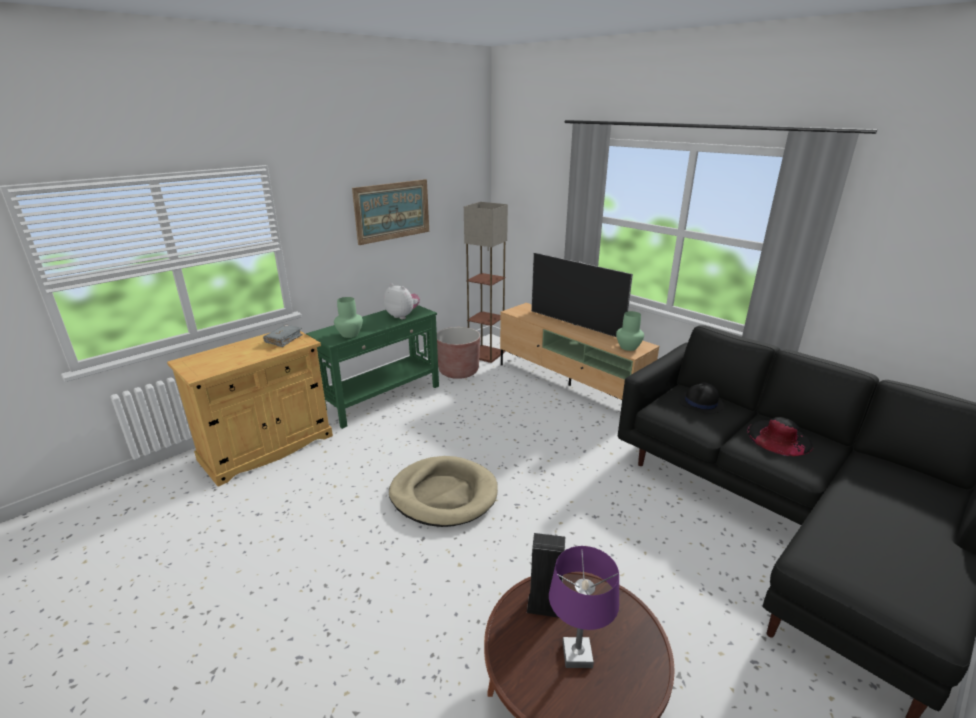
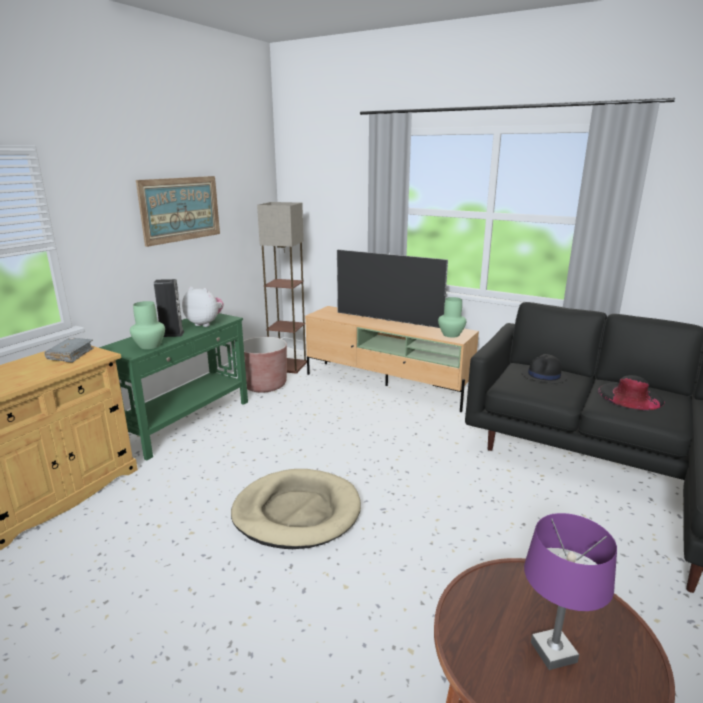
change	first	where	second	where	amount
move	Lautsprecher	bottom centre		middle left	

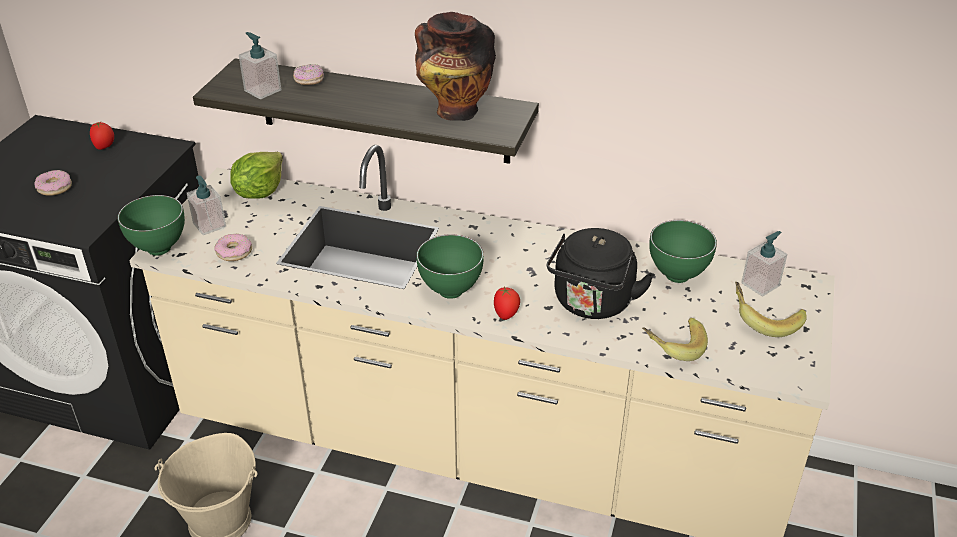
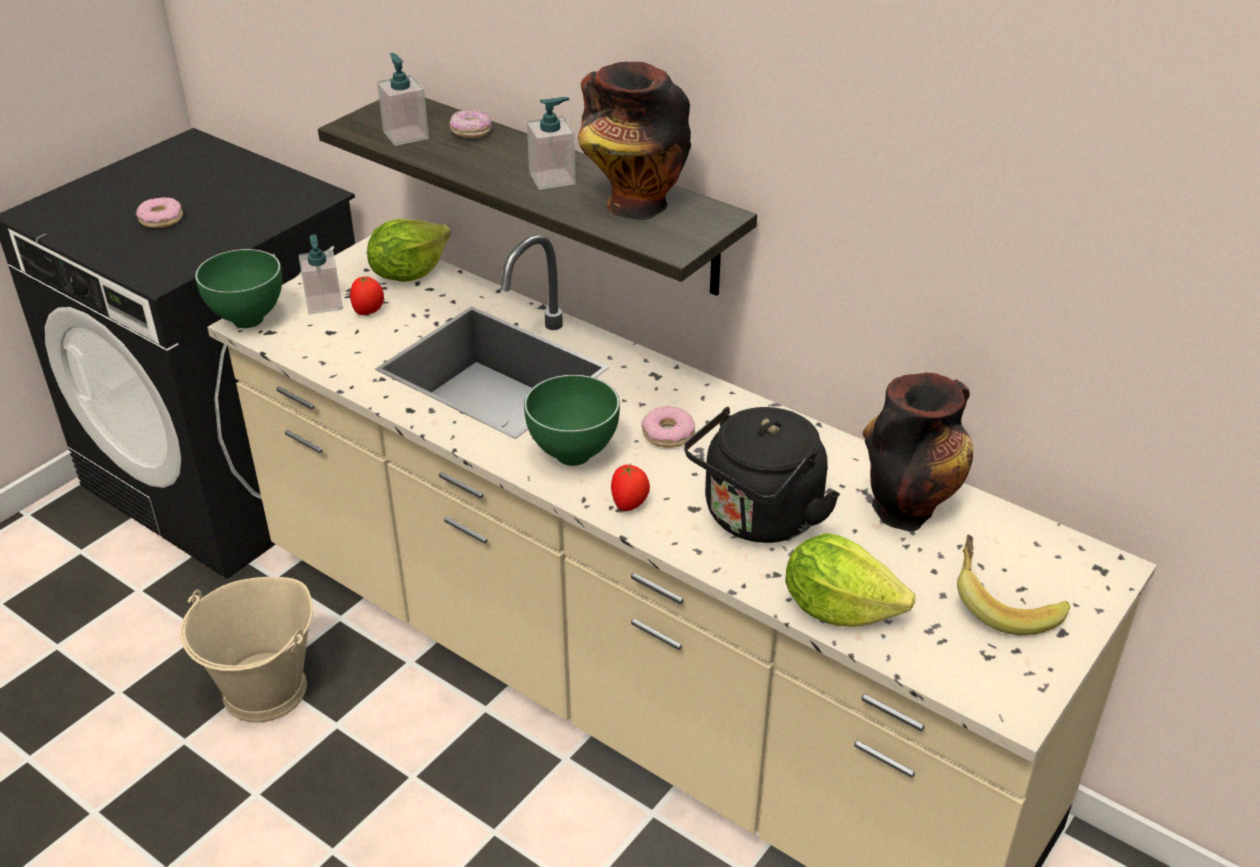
change	first	where	second	where	amount
move	Tomate (1st from left)	top left		middle left	
move	Donut (2nd from left in the first image)	middle left	Donut (3rd from left)	centre	
replace	Banane (1st from left)	middle right	Salatkopf (2nd from left)	bottom right	
replace	Schüssel/grün (3rd from left)	middle right	Vase (2nd from left)	middle right	
move	Seifenspender (3rd from left)	middle right		top centre	

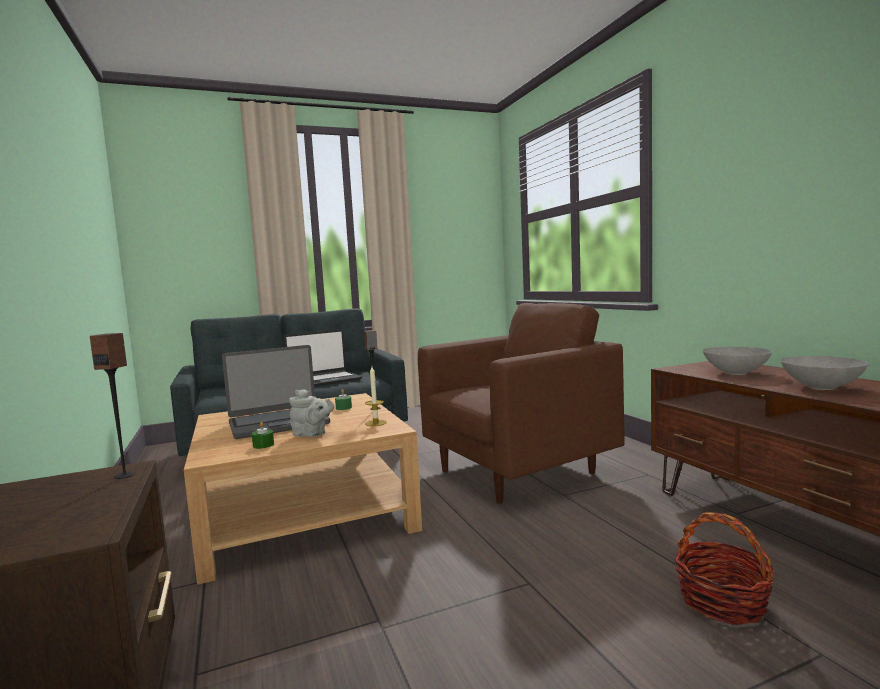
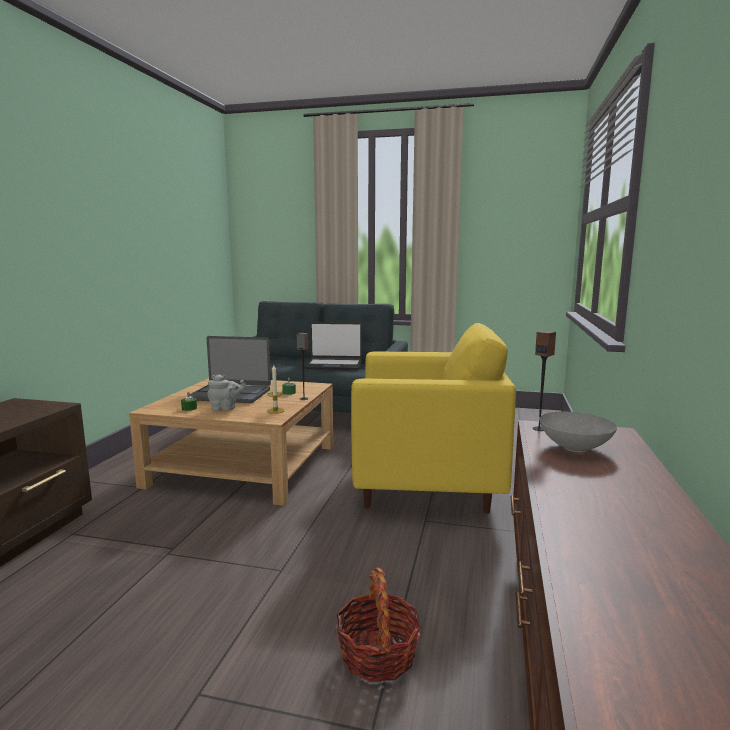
change	first	where	second	where	amount
move	Lautsprecher (1st from left in the first image)	middle left	Lautsprecher (2nd from left)	middle right	
rotate	Teekanne/grau	centre		middle left	60 degrees counterclockwise
recolor	Sessel/braun	centre	Sessel/gelb	centre	
delete	Schüssel/grau (2nd from left)	middle right			

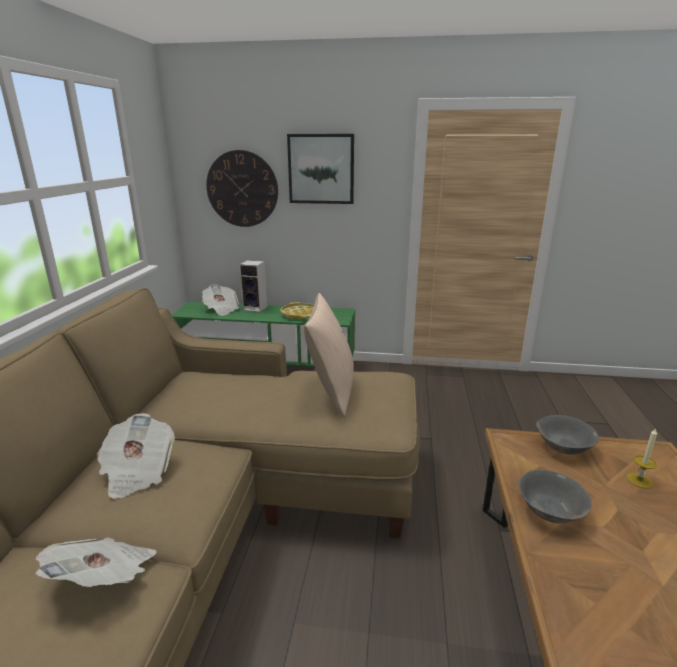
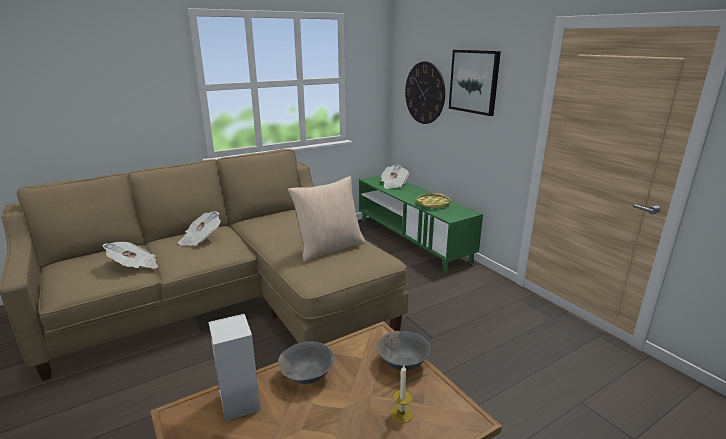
change	first	where	second	where	amount
move	Lautsprecher	centre		bottom left	

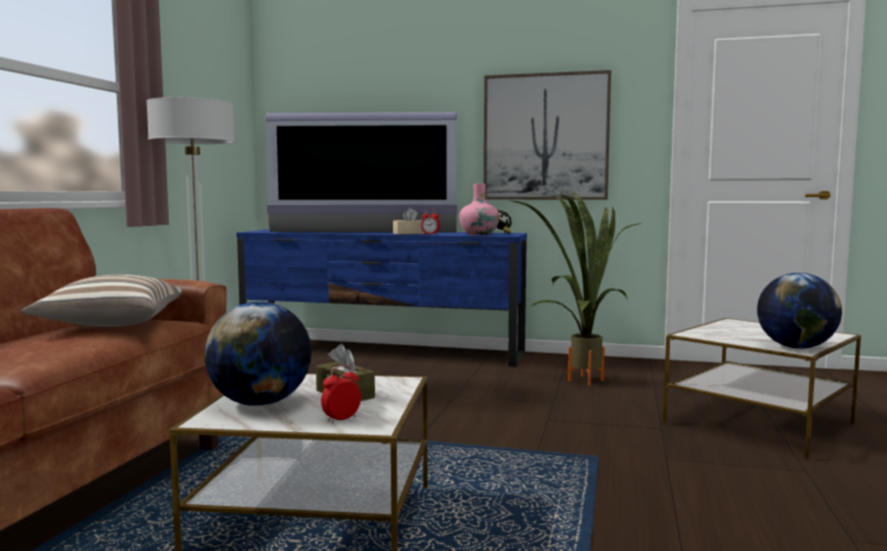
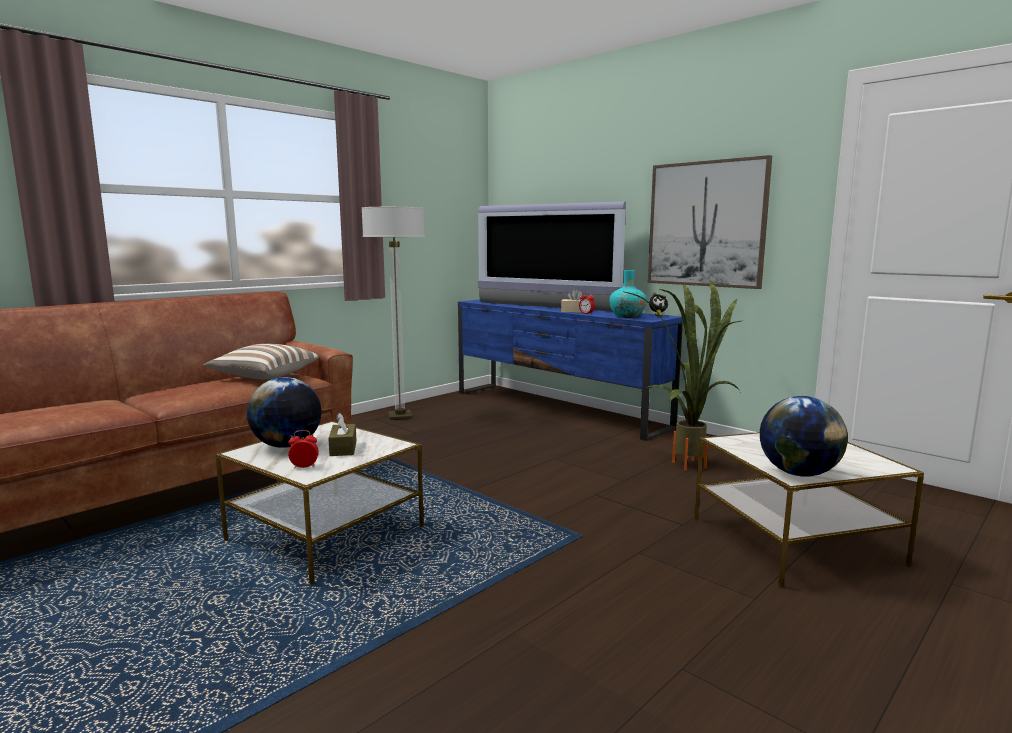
change	first	where	second	where	amount
recolor	Vase/rosa	centre	Vase/türkis	centre	

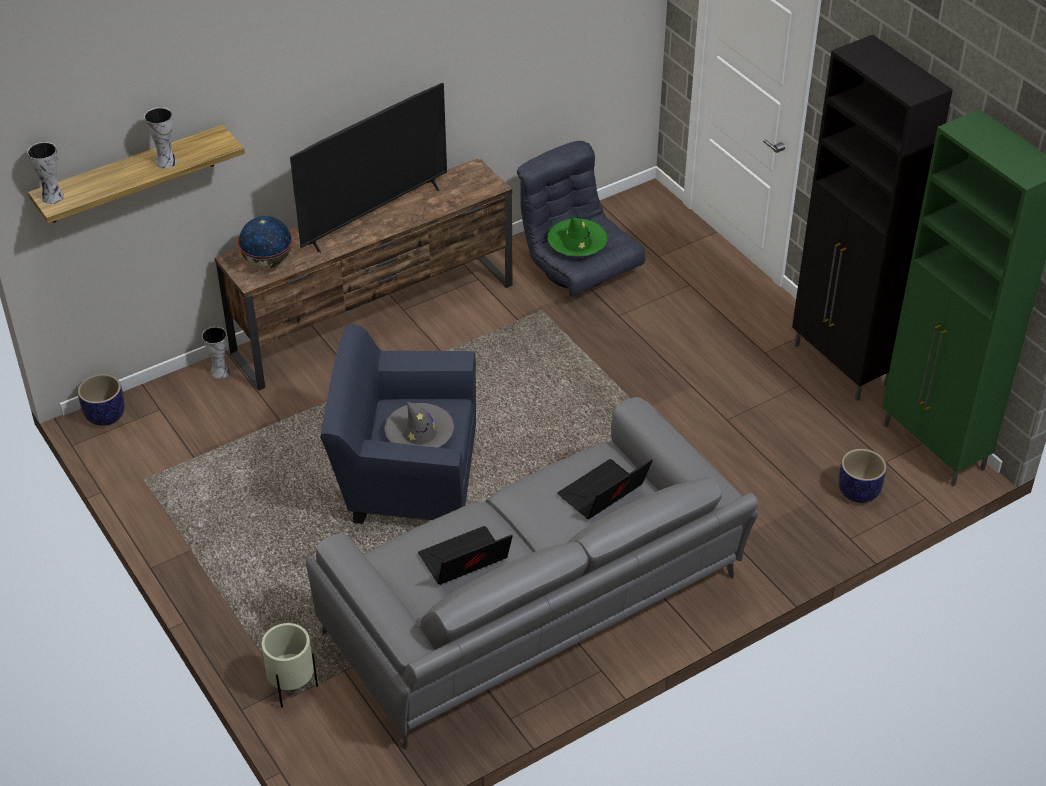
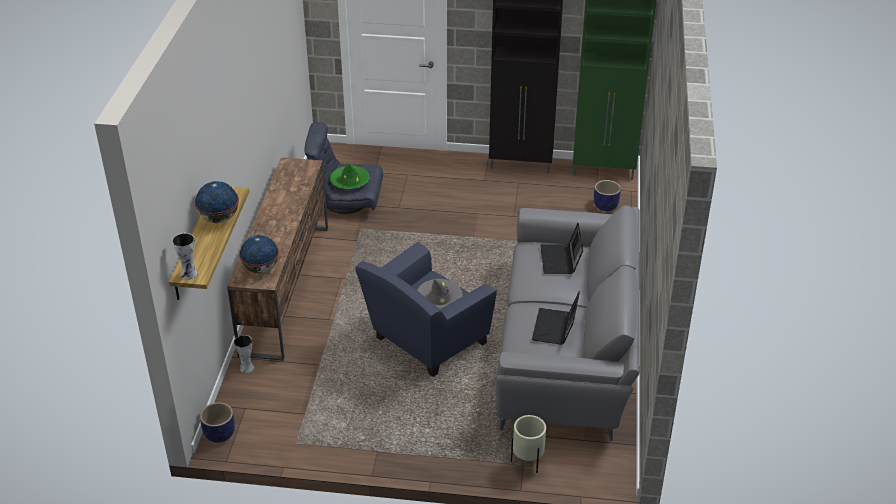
change	first	where	second	where	amount
replace	Vase (2nd from left)	top left	Globus (1st from left)	middle left	
delete	Fernseher	top centre			

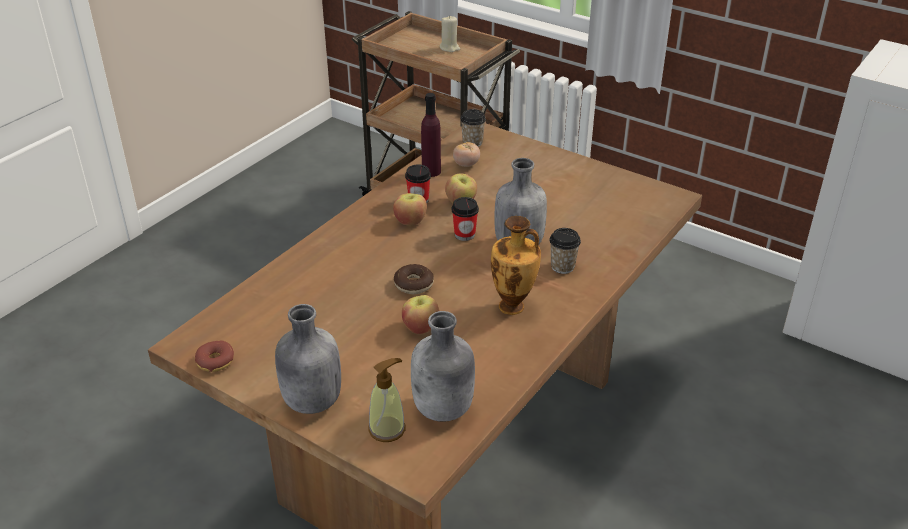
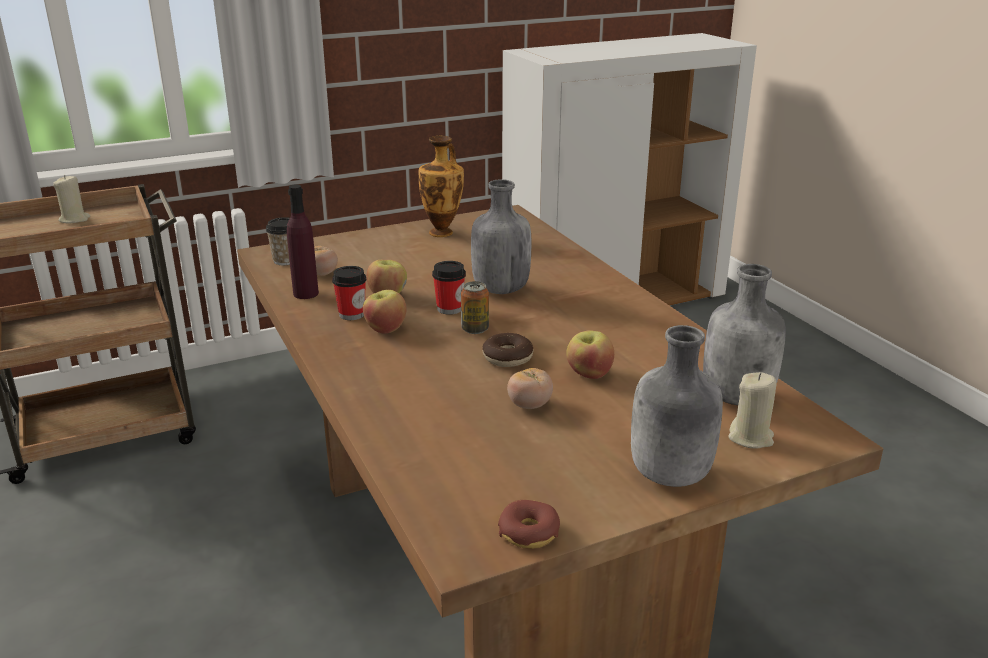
change	first	where	second	where	amount
replace	Seifenspender	bottom centre	Kerze/beige (2nd from left)	middle right	
move	Vase	centre		top centre	
delete	Tasse (4th from left)	centre			
insert			Dose	centre	
insert			Tomate (2nd from left)	centre	

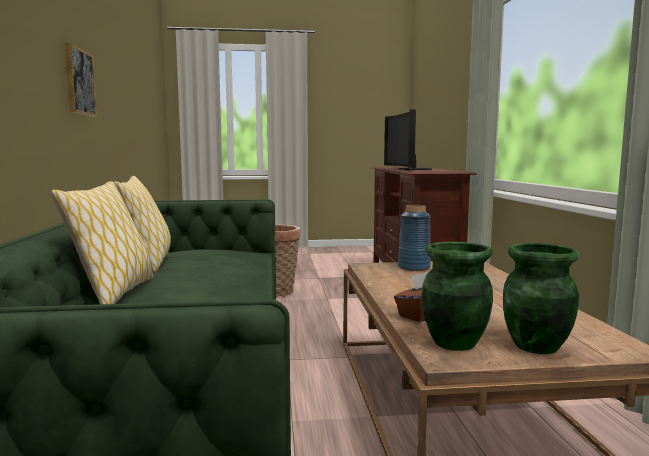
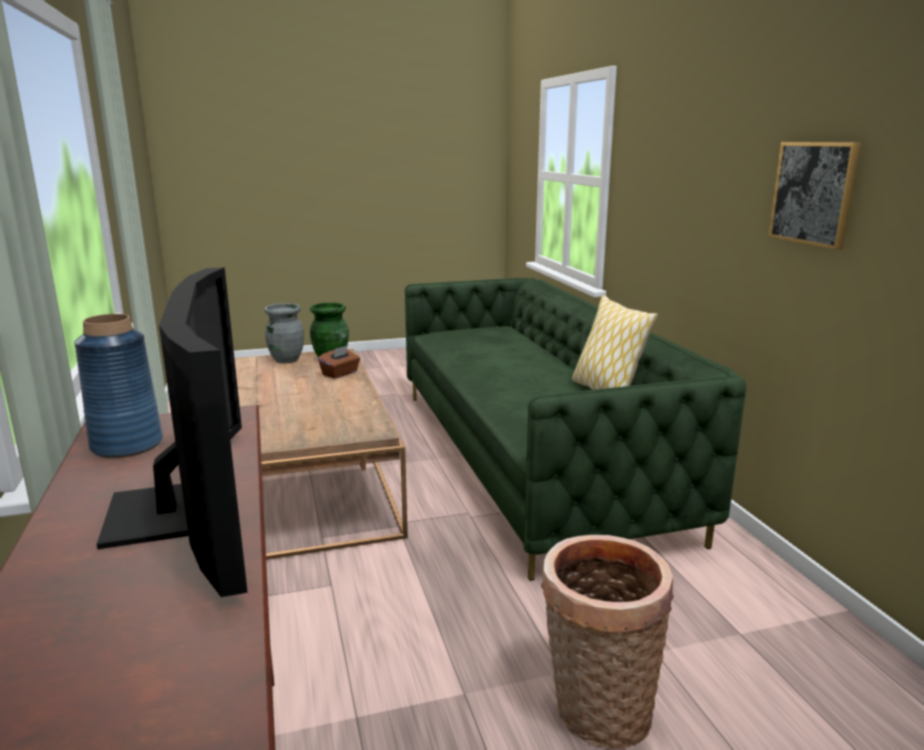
change	first	where	second	where	amount
delete	Kissen (1st from left)	middle left			
move	Vase/blau	centre		middle left	
recolor	Vase/grün (2nd from left)	middle right	Vase/grau	middle left	

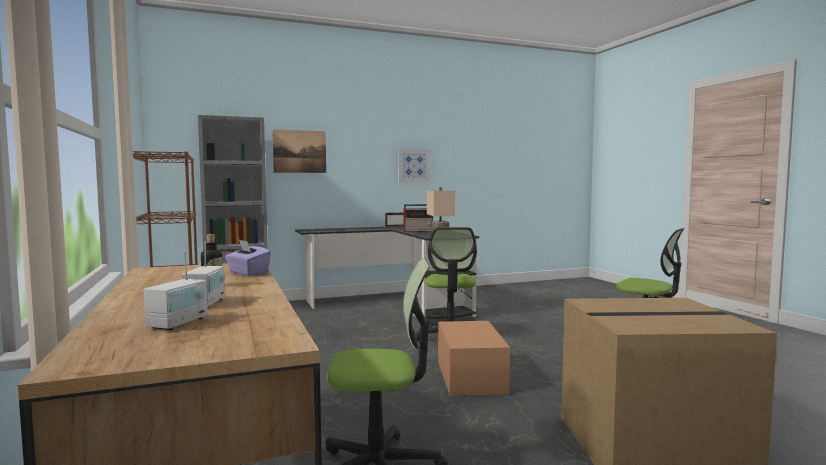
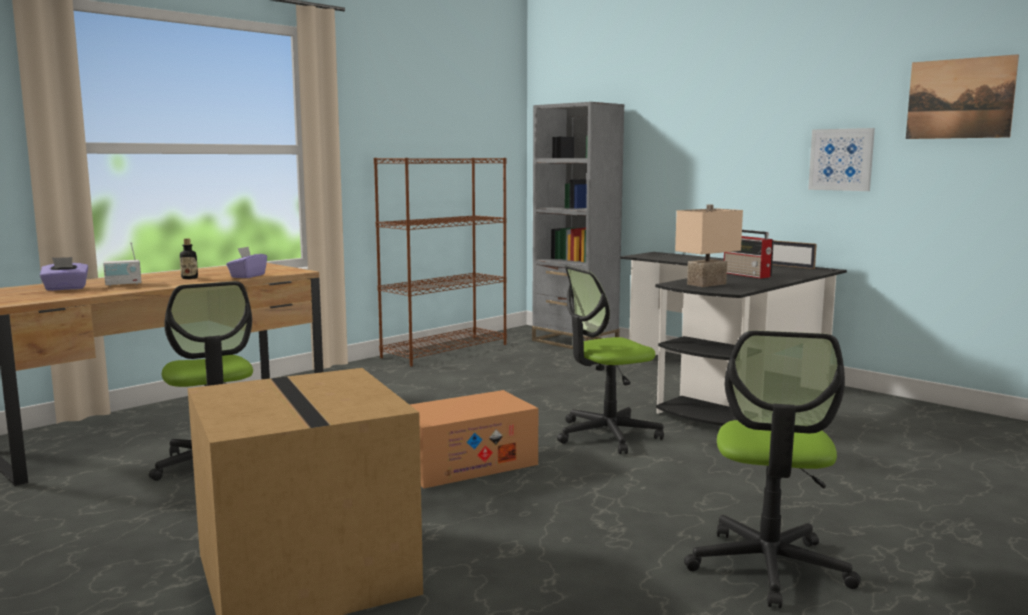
change	first	where	second	where	amount
replace	Radio (1st from left)	middle left	Taschentuchbox/lila (1st from left)	middle left	
move	Bild (1st from left in the first image)	top centre	Bild (2nd from left)	top right	

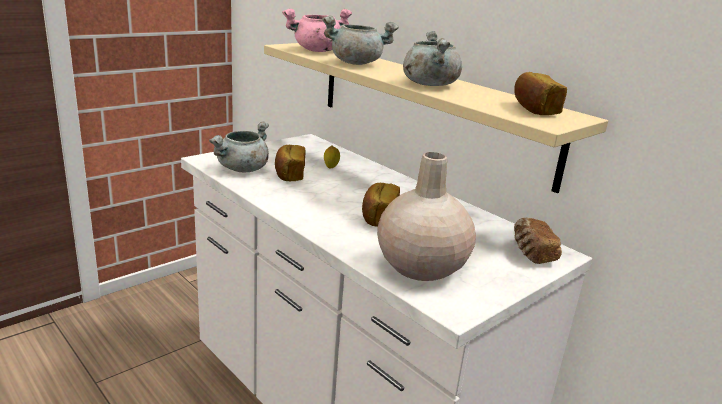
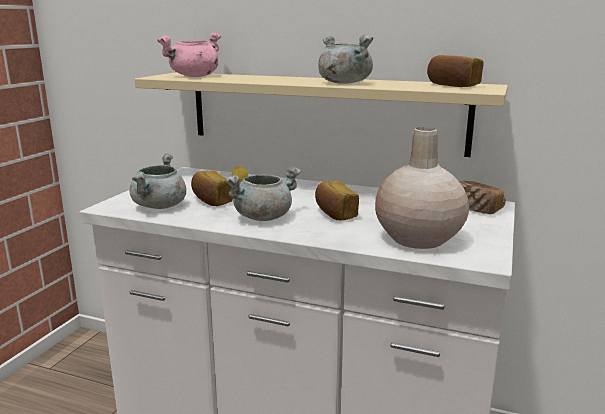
change	first	where	second	where	amount
move	Kochtopf/grau (2nd from left)	top centre		centre	

